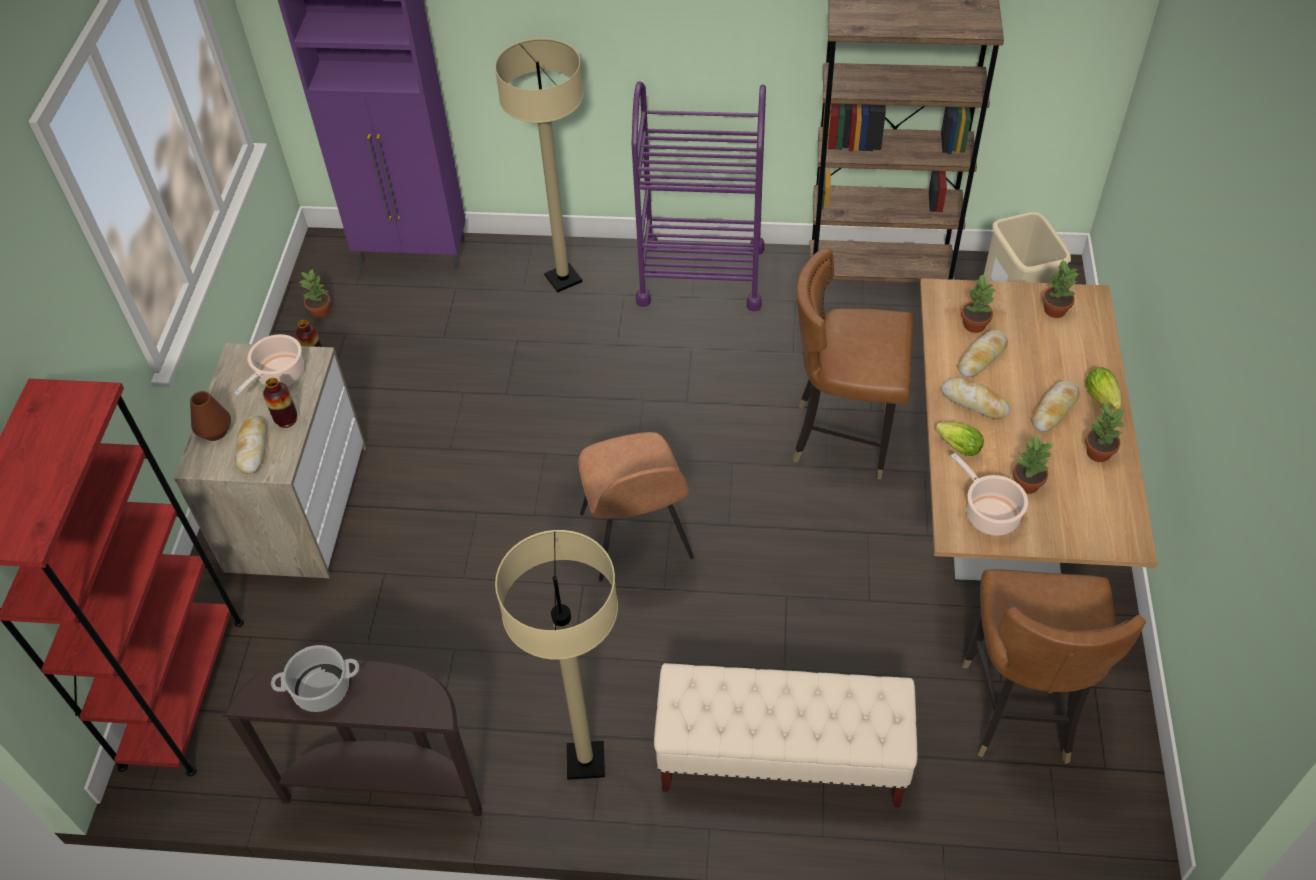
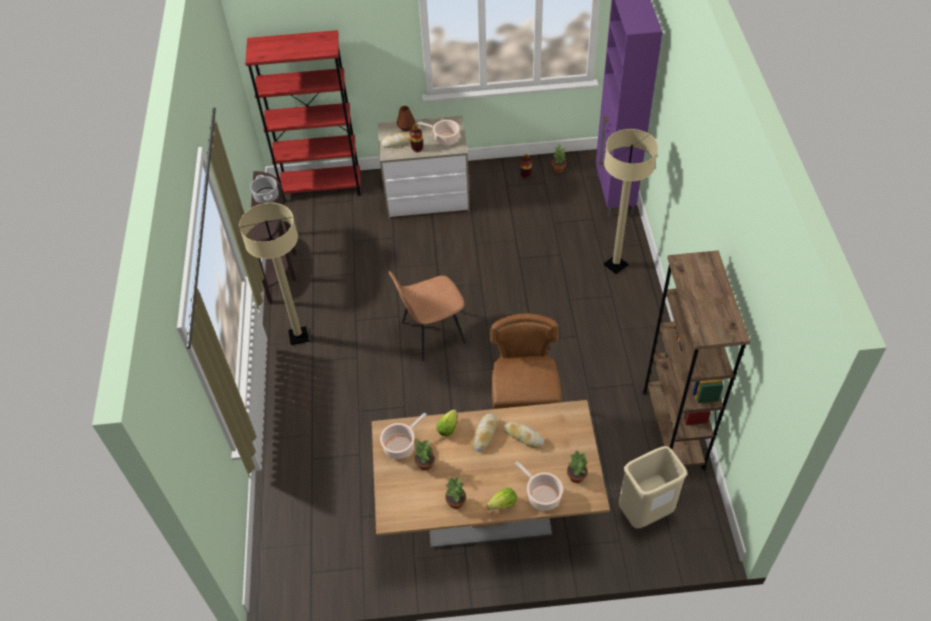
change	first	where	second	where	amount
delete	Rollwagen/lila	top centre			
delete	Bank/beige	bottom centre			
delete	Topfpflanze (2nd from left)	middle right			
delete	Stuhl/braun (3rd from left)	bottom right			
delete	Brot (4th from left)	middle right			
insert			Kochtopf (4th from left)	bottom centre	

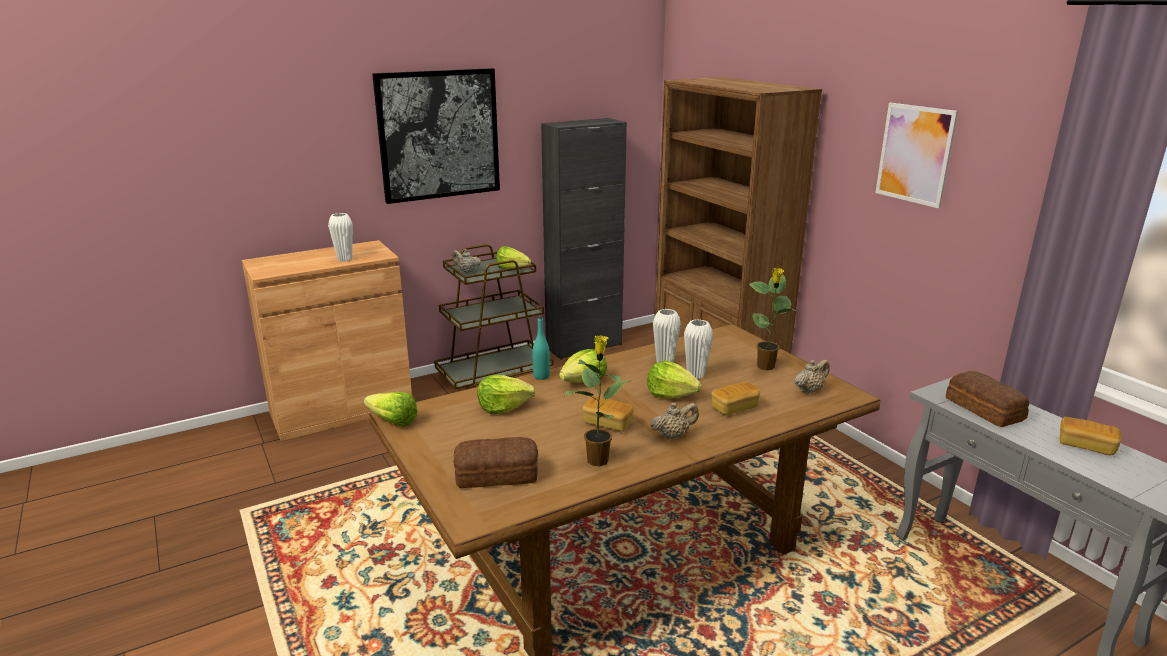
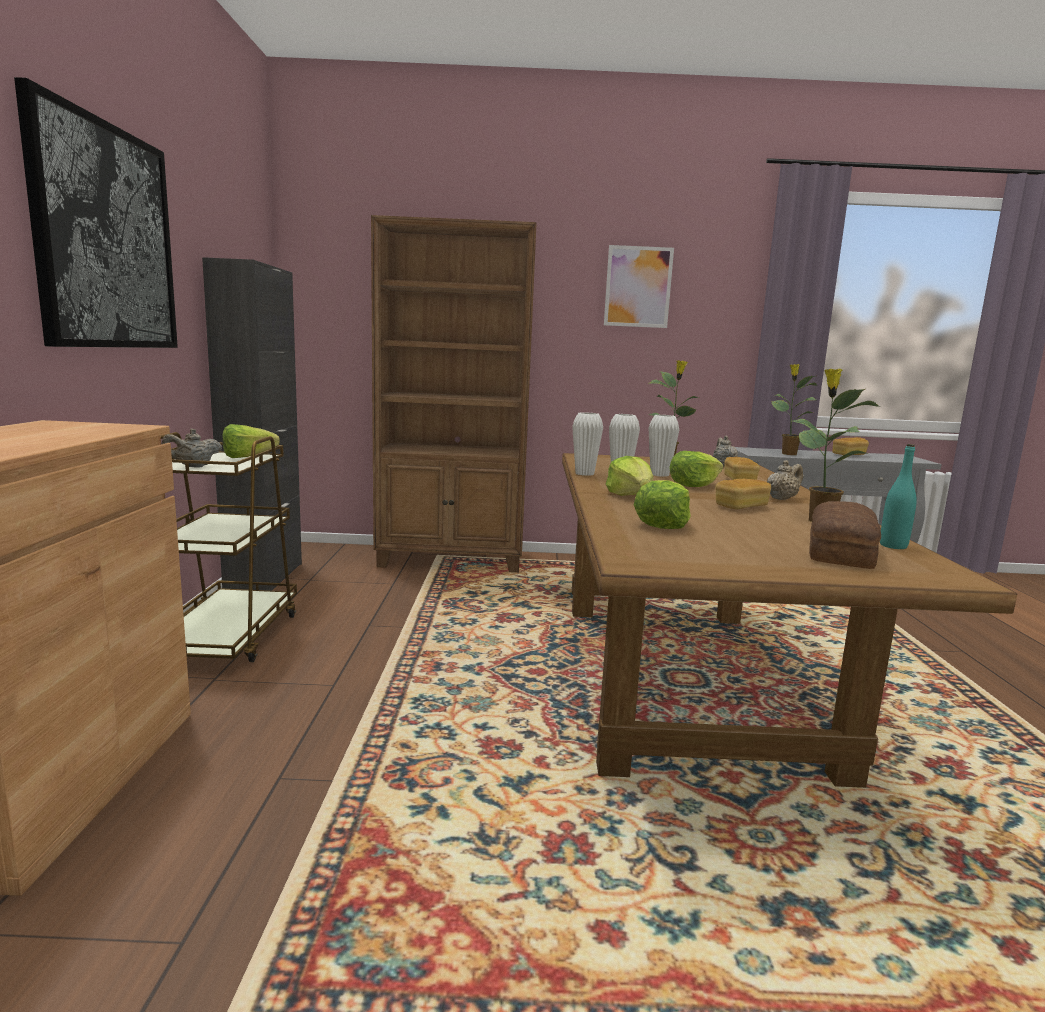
change	first	where	second	where	amount
move	Vase/weiß (1st from left)	middle left		centre	
delete	Salatkopf (1st from left)	centre			
move	Flasche/türkis	centre		middle right	
rotate	Teekanne/beige (2nd from left in the first image)	centre	Teekanne/beige (3rd from left)	middle right	45 degrees clockwise
replace	Brot (4th from left)	middle right	Topfpflanze (2nd from left)	middle right	

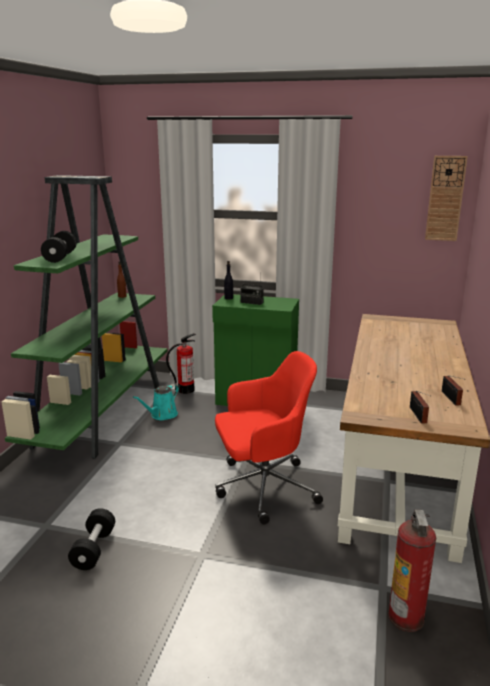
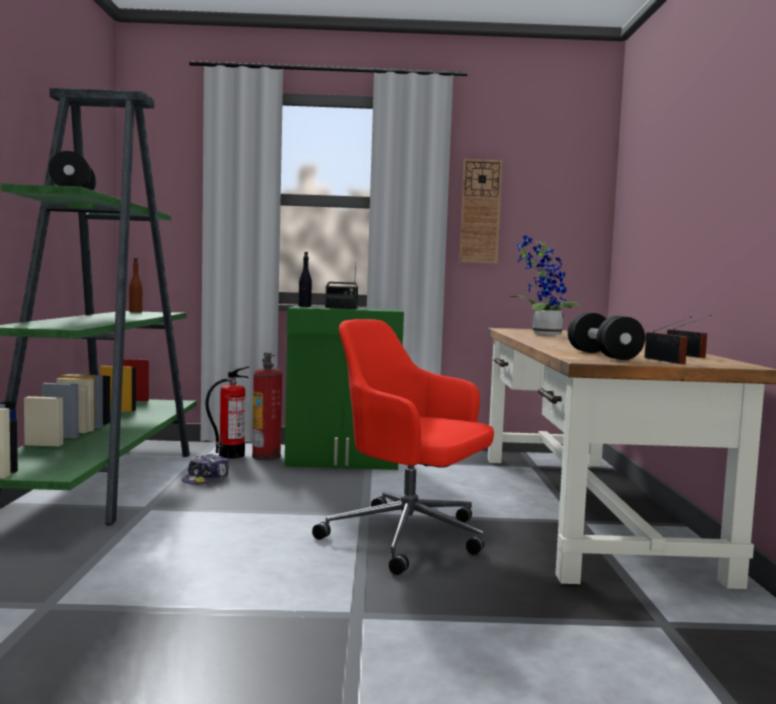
change	first	where	second	where	amount
move	Hantel/schwarz (2nd from left)	bottom left		middle right	
replace	Gießkanne/türkis	middle left	Kappe	middle left	
rotate	Bürostuhl/rot	centre		centre	120 degrees counterclockwise
move	Feuerlöscher (2nd from left)	bottom right		centre	
move	Wanduhr	top right		top centre	
insert			Topfpflanze	middle right	

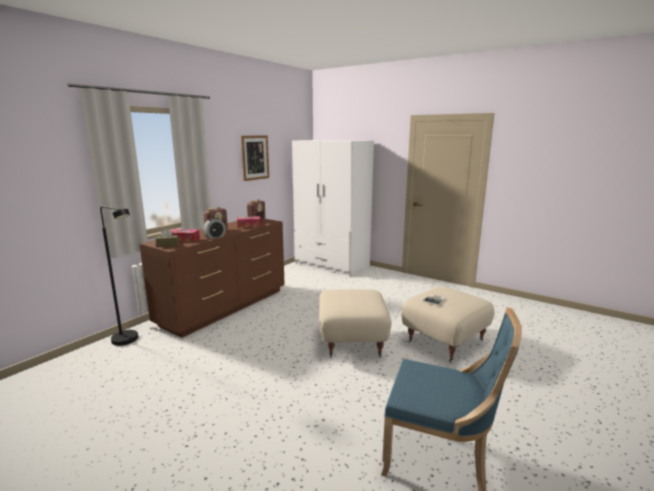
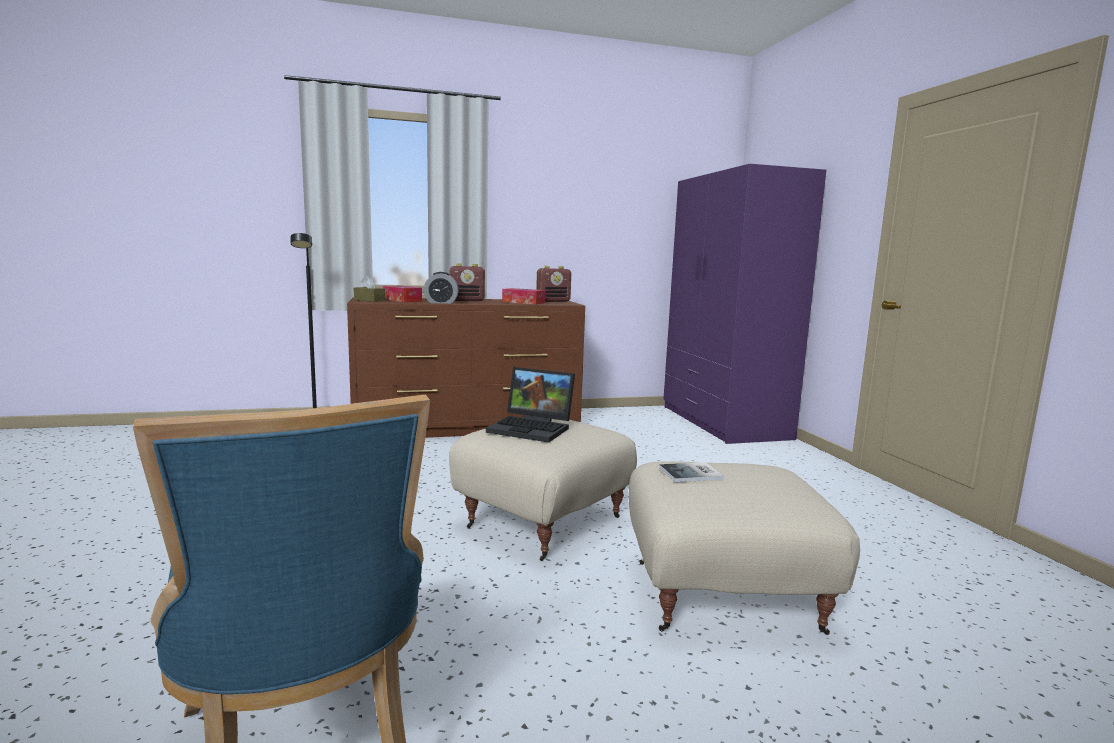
change	first	where	second	where	amount
delete	Bild	top centre			
recolor	Kleiderschrank/weiß	centre	Kleiderschrank/lila	middle right	
insert			Laptop	centre	

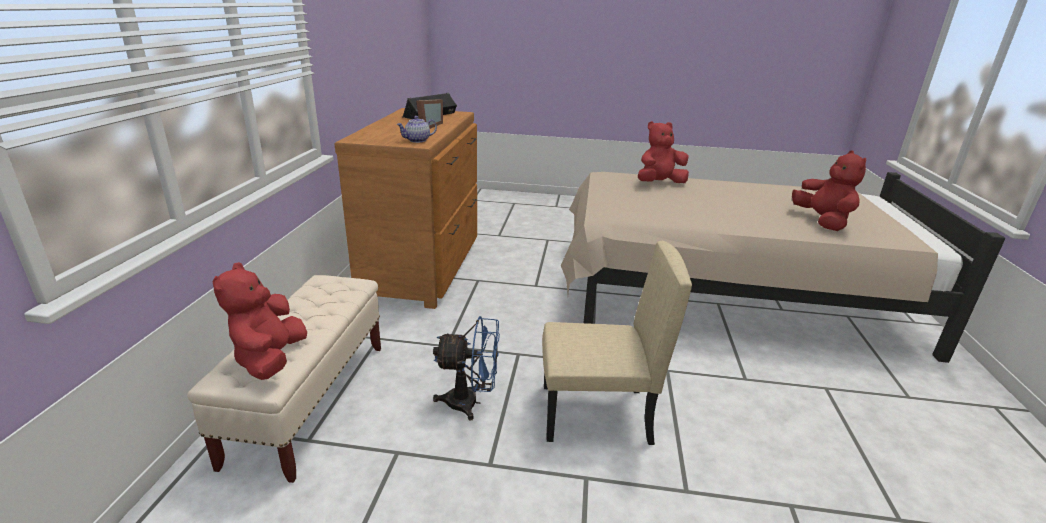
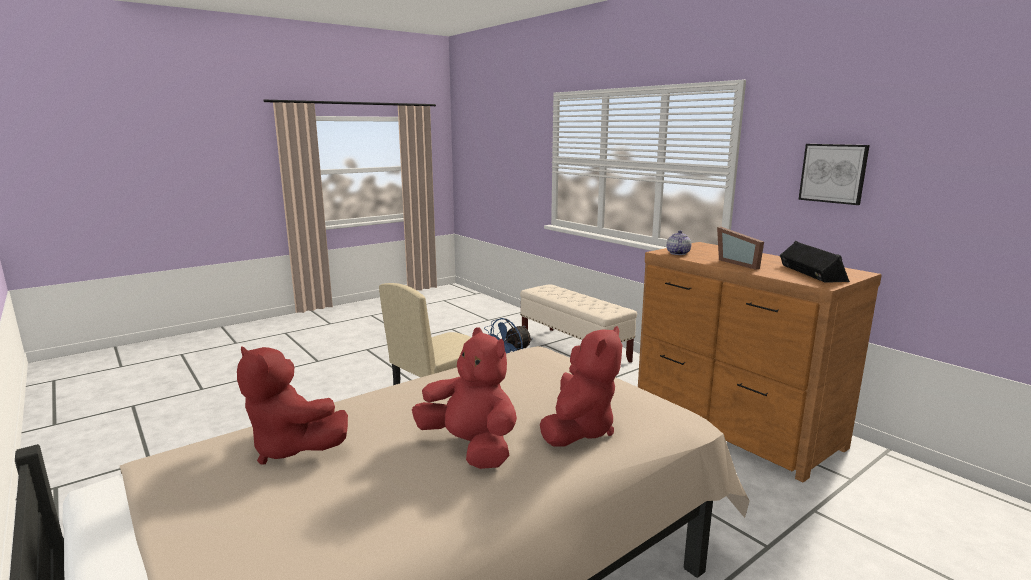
change	first	where	second	where	amount
move	Plüschtier/rot (1st from left in the first image)	middle left	Plüschtier/rot (2nd from left)	bottom centre	
insert			Bild	top right	

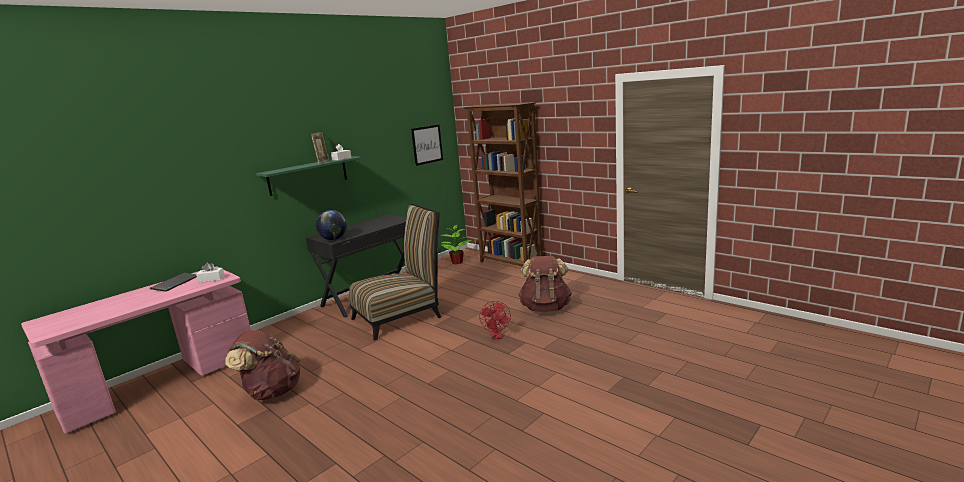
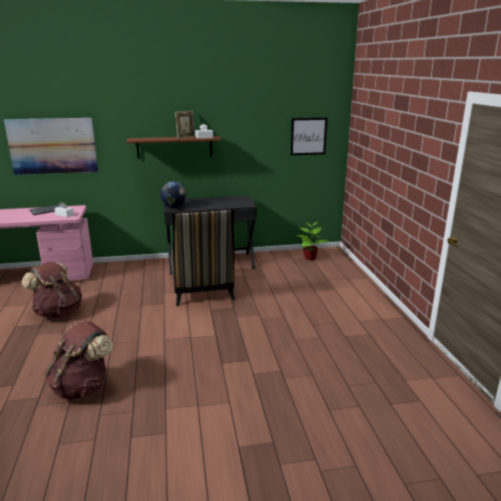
change	first	where	second	where	amount
recolor	Wandregal/grün	middle left	Wandregal/braun	top centre	
rotate	Stuhl	centre		centre	75 degrees clockwise
delete	Bücherregal/braun	centre			
delete	Ventilator/rot	centre			
move	Rucksack/braun (2nd from left)	centre		bottom left	
insert			Bild (1st from left)	top left	

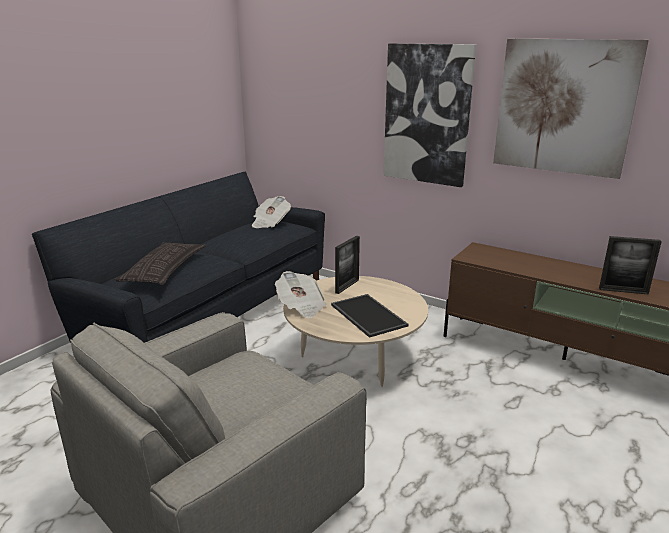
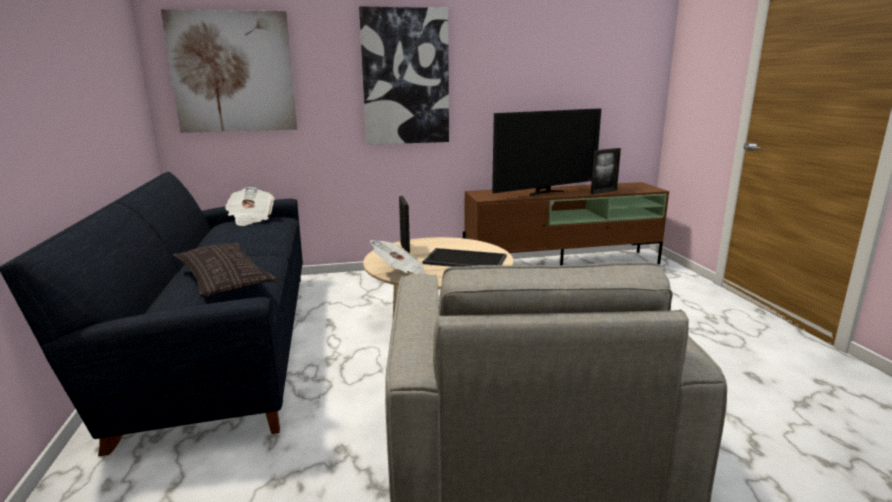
change	first	where	second	where	amount
move	Bild (2nd from left in the first image)	top right	Bild (1st from left)	top left	
insert			Fernseher	top centre	

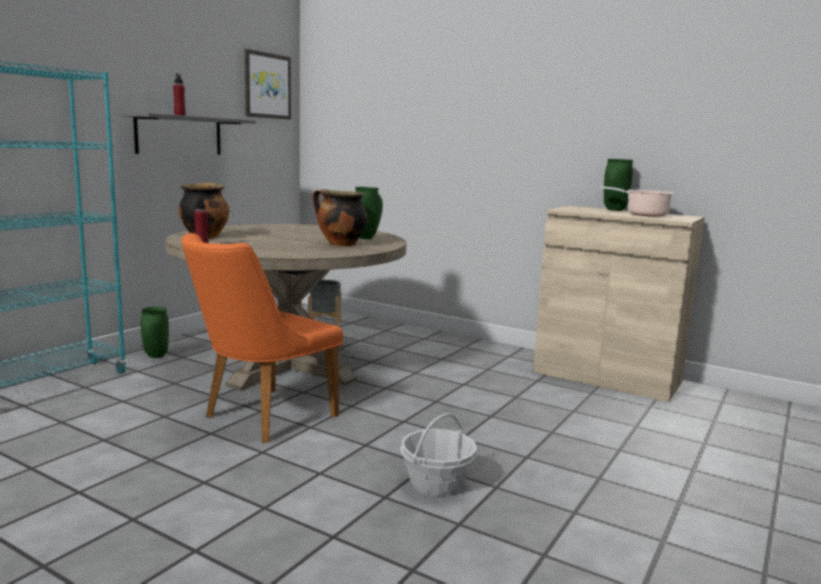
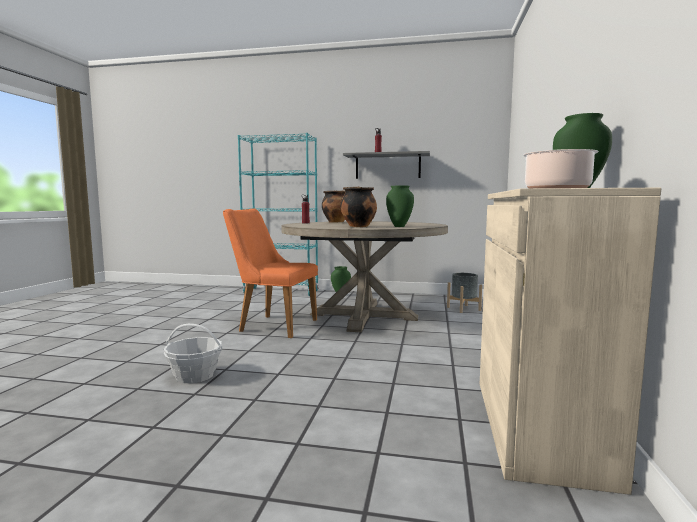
change	first	where	second	where	amount
delete	Bild	top left			

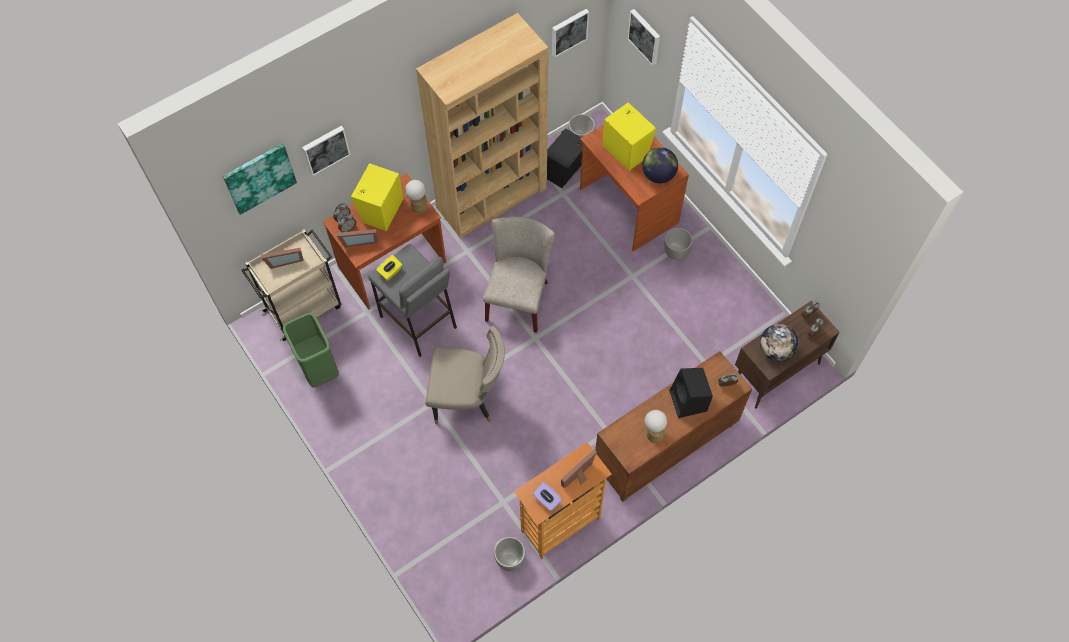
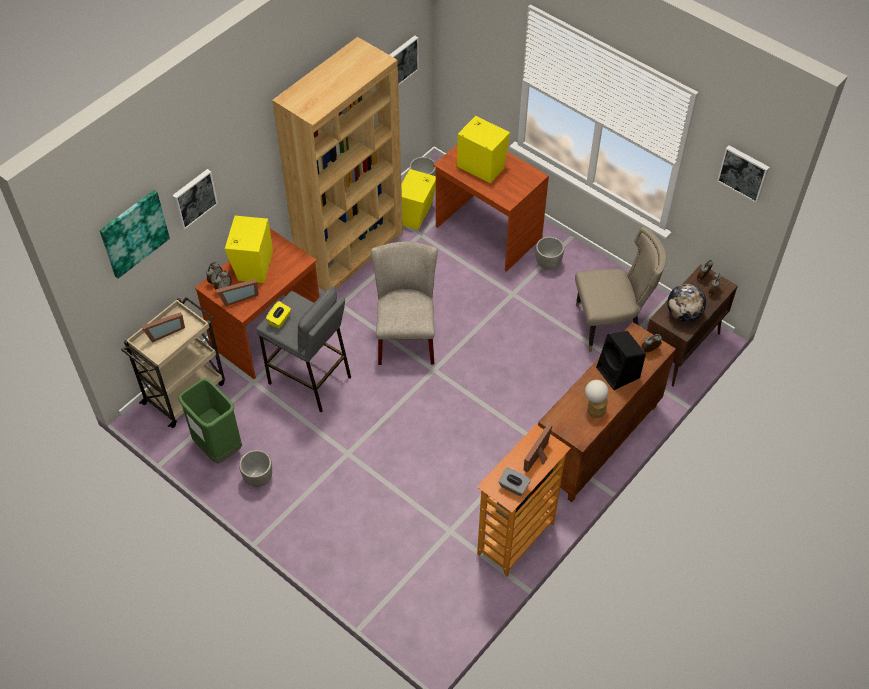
change	first	where	second	where	amount
delete	Tischlampe (1st from left)	top centre			
move	Stuhl/beige (1st from left in the first image)	centre	Stuhl/beige (2nd from left)	middle right	
move	Pflanzkübel (1st from left)	bottom centre		bottom left	
recolor	Taschentuchbox/lila	bottom centre	Taschentuchbox/grau	bottom centre	
recolor	Lautsprecher/schwarz (1st from left)	top centre	Lautsprecher/gelb (2nd from left)	top centre	
move	Bild (4th from left)	top centre		top right	
delete	Globus (1st from left)	top centre			

